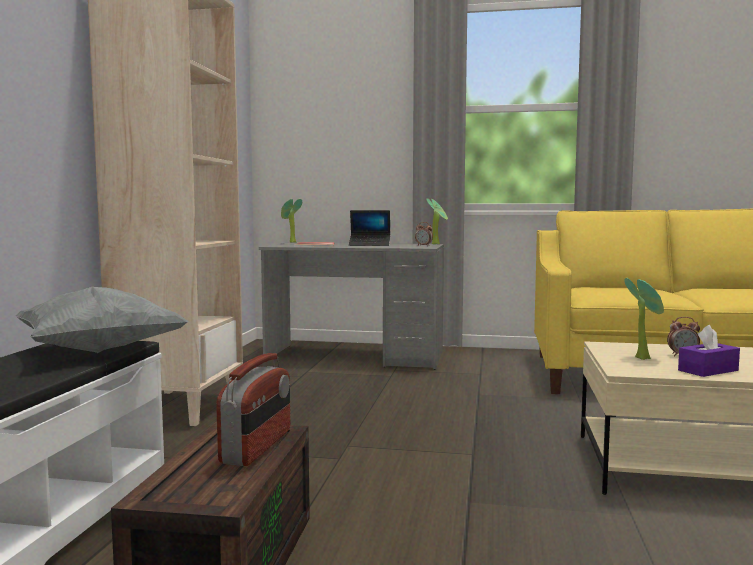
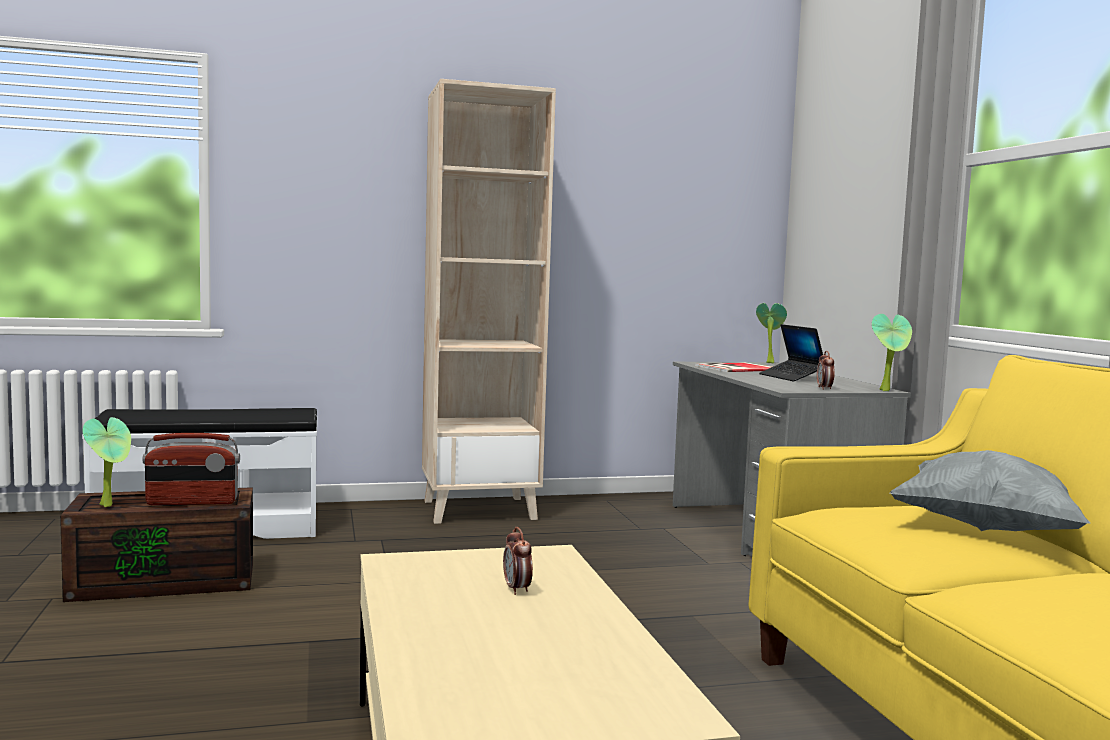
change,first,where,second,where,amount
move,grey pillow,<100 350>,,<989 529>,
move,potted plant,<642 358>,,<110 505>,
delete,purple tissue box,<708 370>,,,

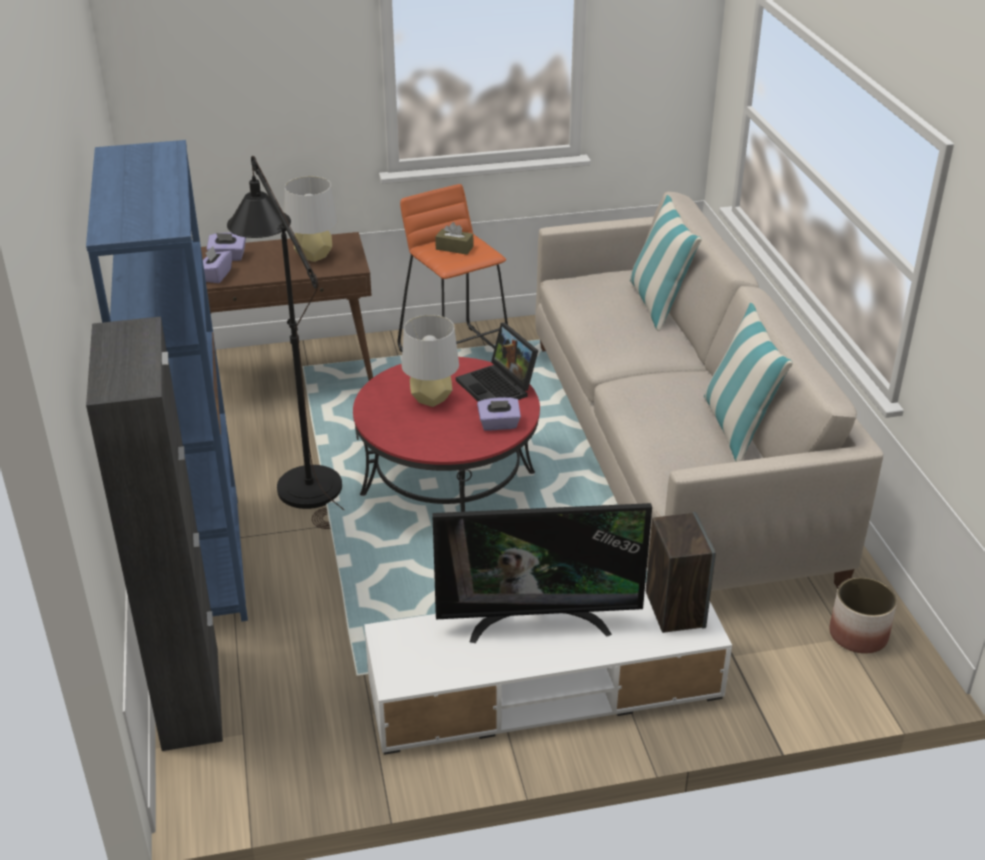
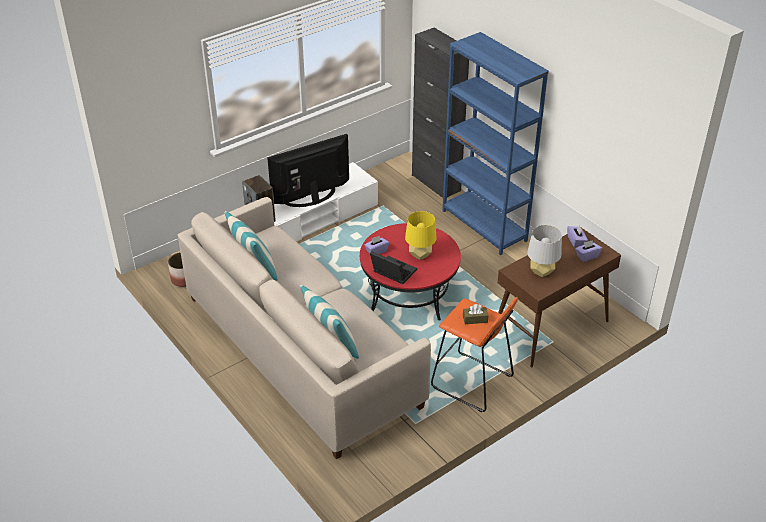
change,first,where,second,where,amount
delete,black floor lamp,<303 478>,,,
recolor,grey table lamp,<431 399>,yellow table lamp,<420 255>,

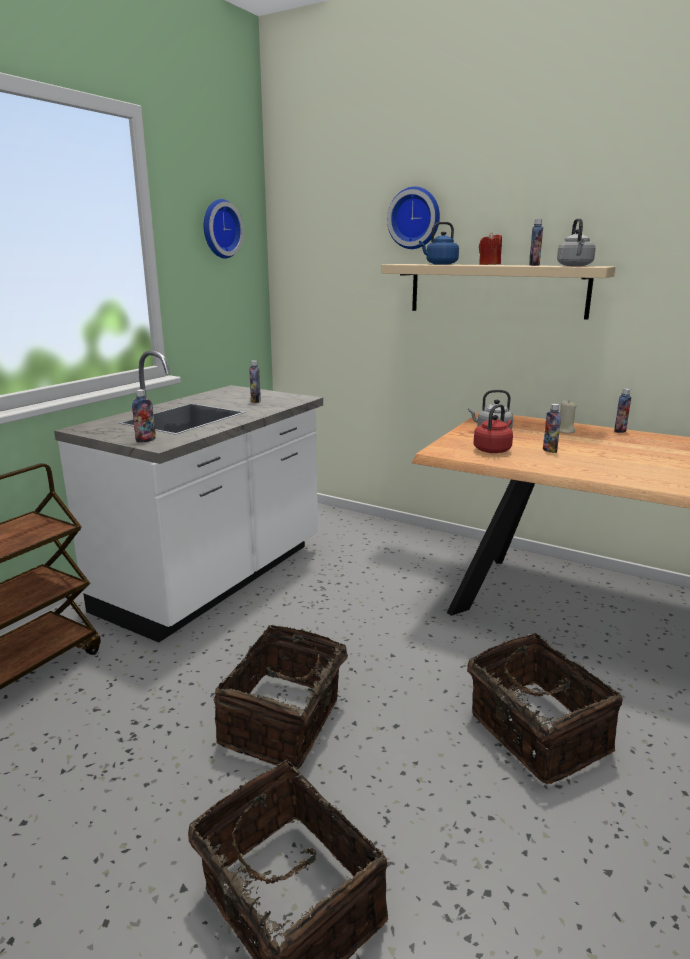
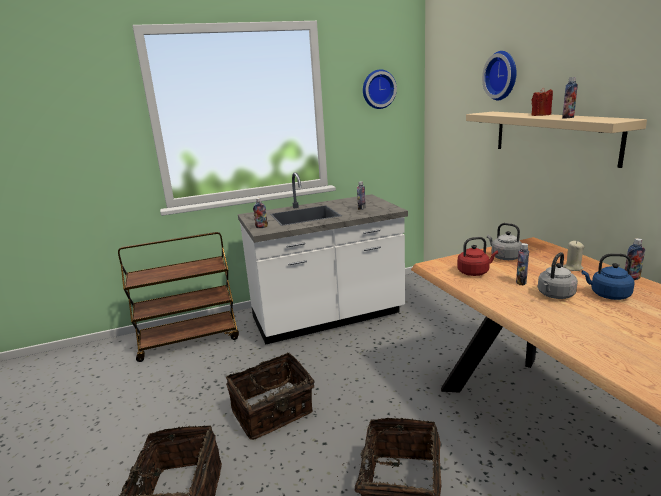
change,first,where,second,where,amount
move,blue kettle,<440 264>,,<608 295>,
move,grey kettle,<575 266>,,<555 295>,

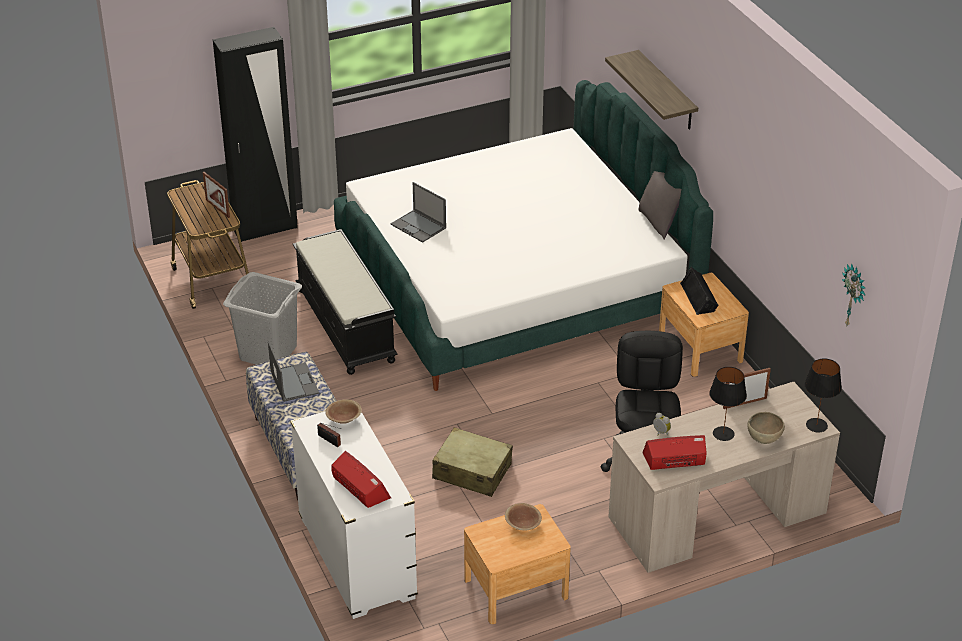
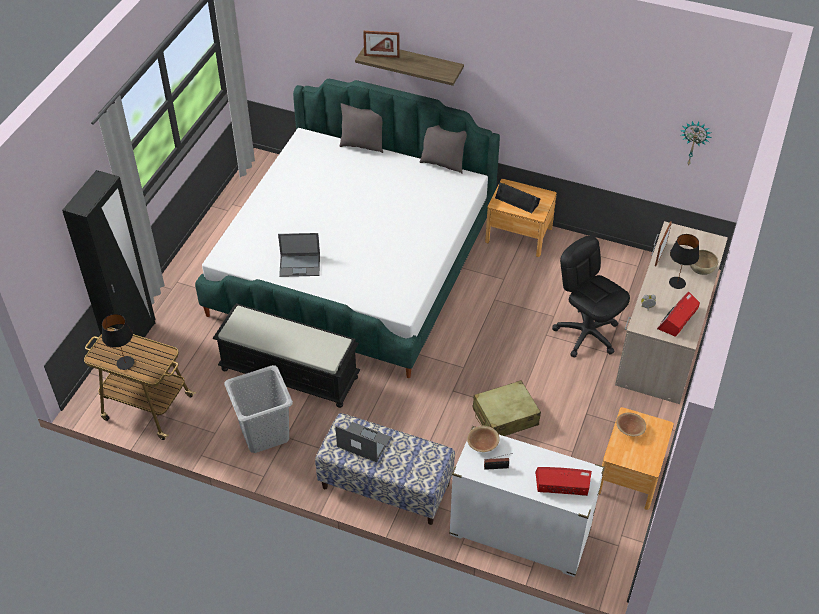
change,first,where,second,where,amount
move,picture frame,<217 208>,,<381 56>,
move,black table lamp,<817 425>,,<125 363>,
insert,,,grey pillow,<362 145>,

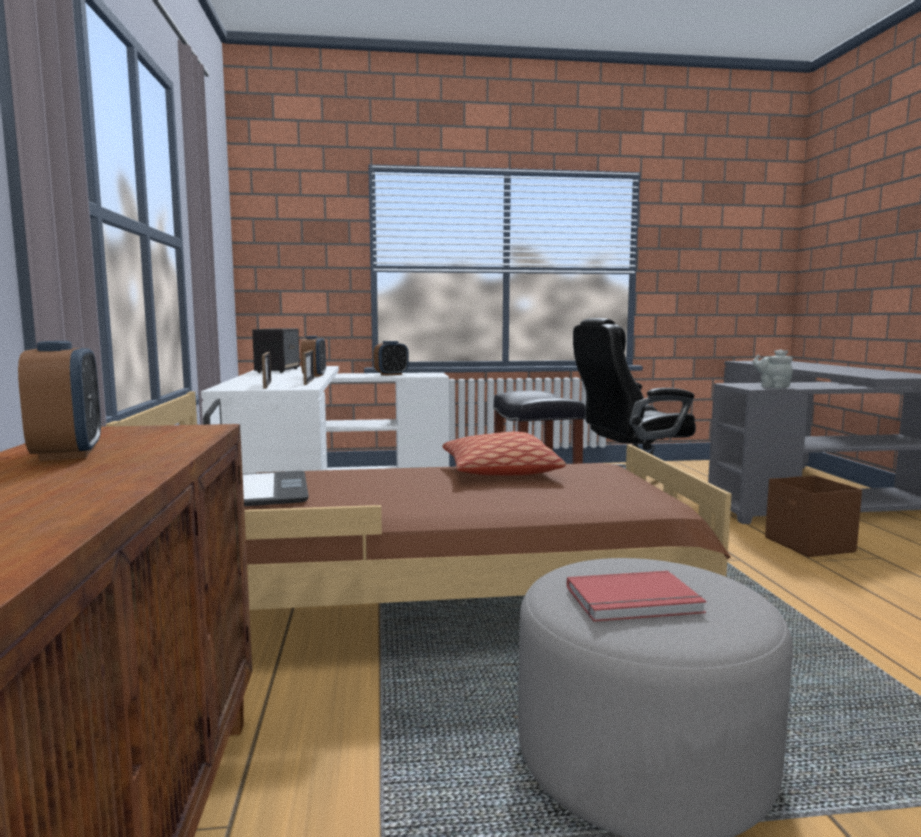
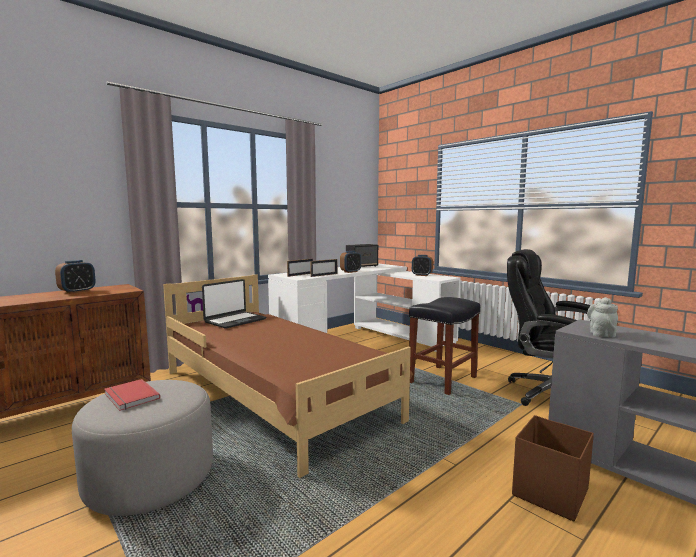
change,first,where,second,where,amount
delete,pillow,<500 472>,,,

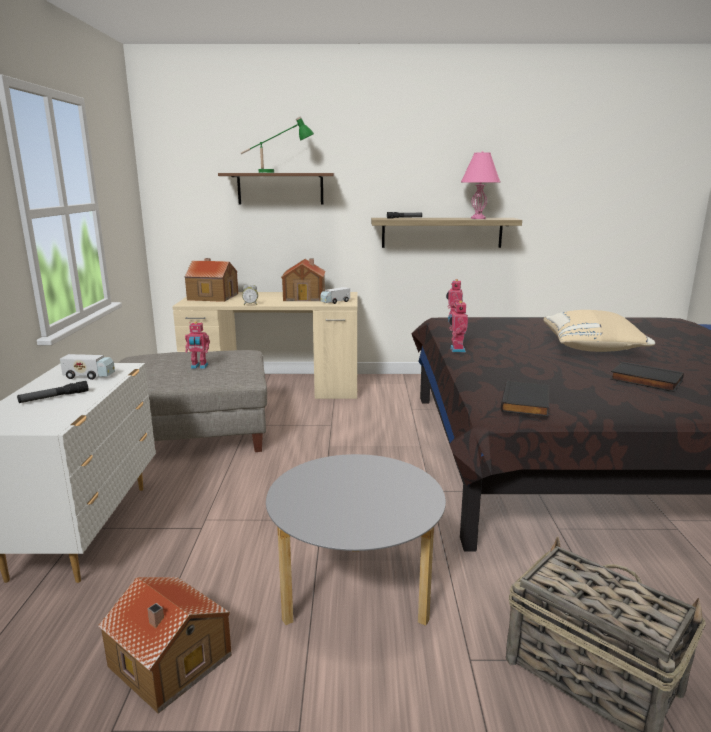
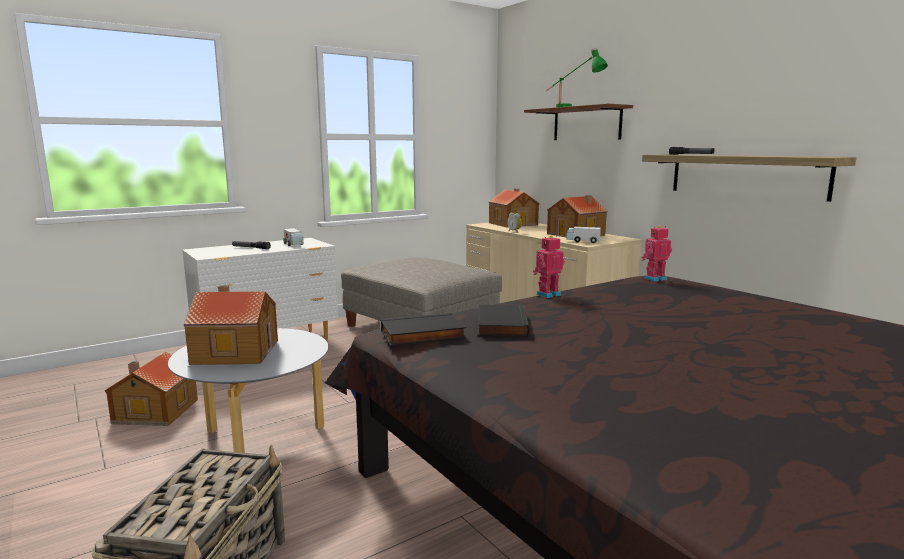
change,first,where,second,where,amount
delete,toy robot,<199 367>,,,
delete,pink table lamp,<477 218>,,,
delete,beige pillow,<592 349>,,,
move,black book,<645 381>,,<500 325>,
insert,,,toy house,<235 351>,

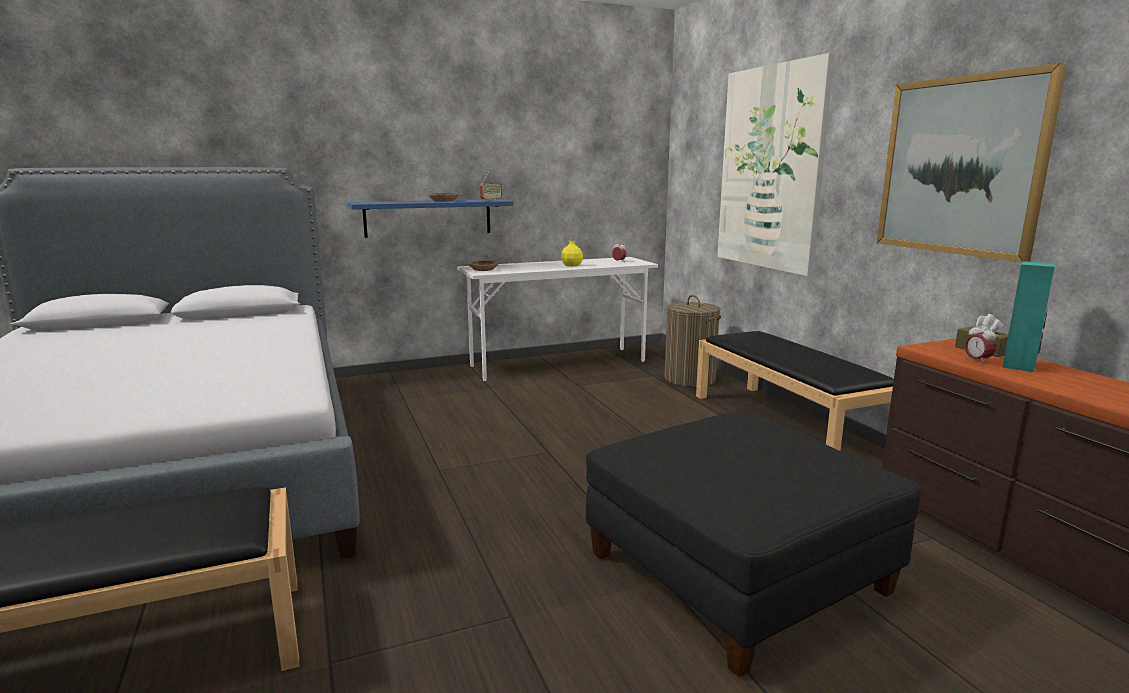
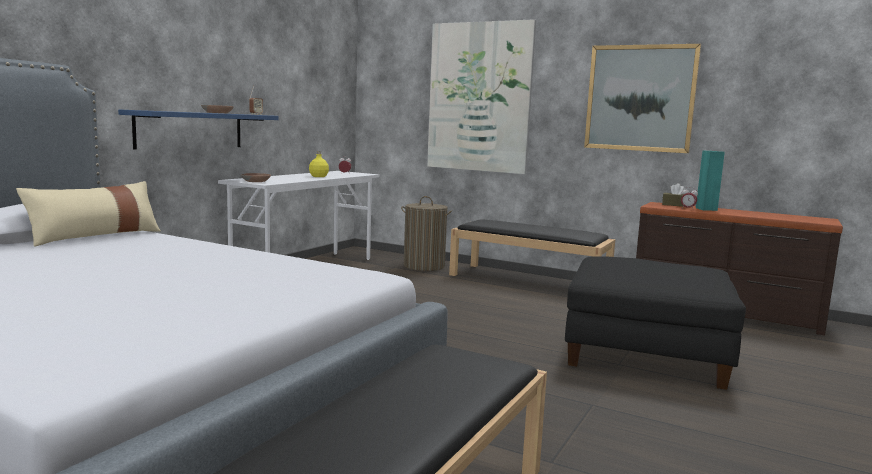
change,first,where,second,where,amount
insert,,,beige pillow,<95 236>,

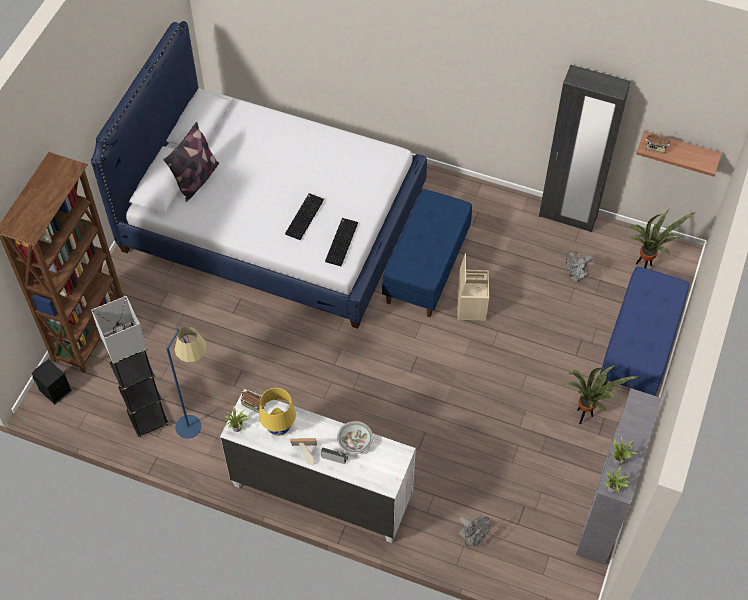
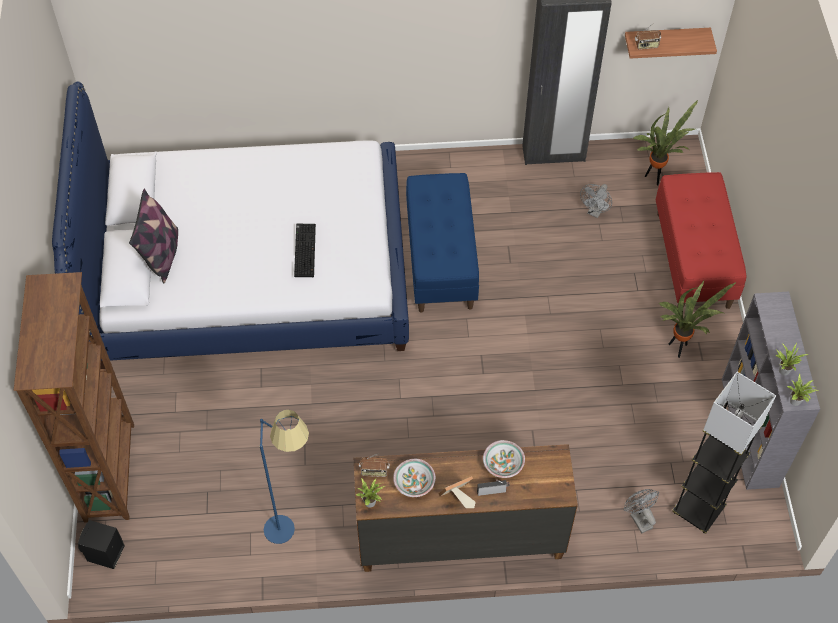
change,first,where,second,where,amount
move,grey floor lamp,<148 419>,,<698 510>,
recolor,white dresser,<321 491>,brown dresser,<459 537>,
replace,yellow table lamp,<279 426>,bowl,<414 482>,
delete,keyboard,<341 241>,,,
delete,beige storage box,<470 305>,,,
rotate,grey fan,<472 539>,,<638 518>,135 degrees counterclockwise
recolor,blue bench,<639 348>,red bench,<693 260>,

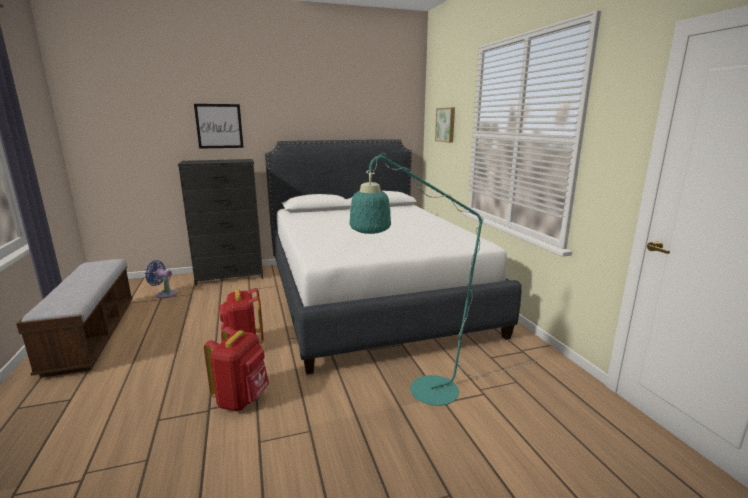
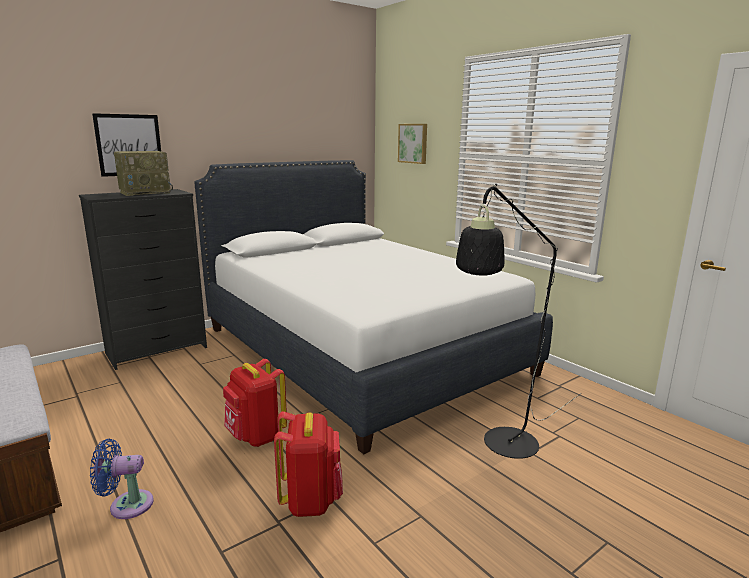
change,first,where,second,where,amount
move,blue fan,<164 294>,,<127 505>,
recolor,turquoise floor lamp,<422 393>,black floor lamp,<503 448>,
insert,,,radio,<146 192>,

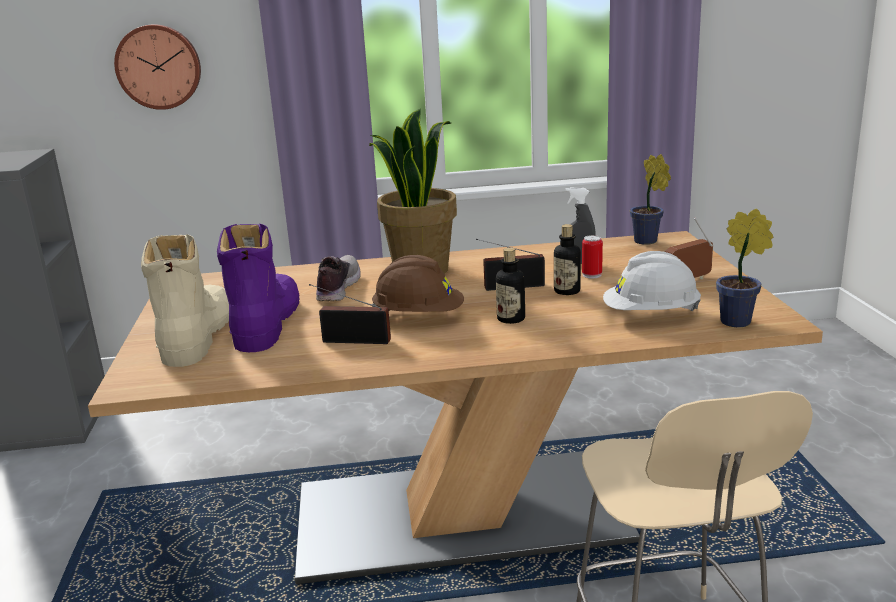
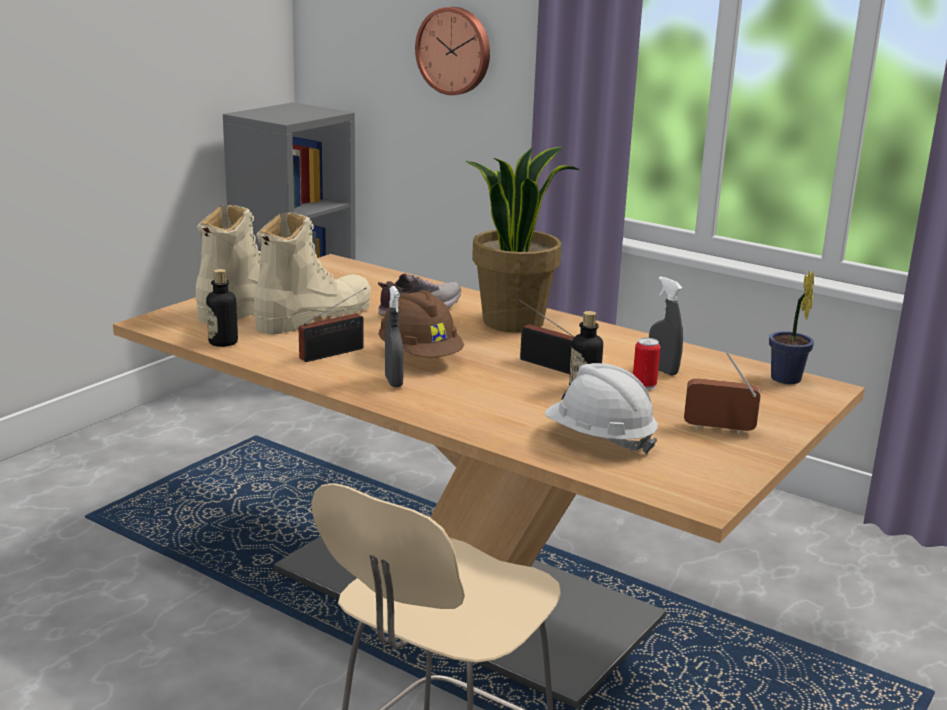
change,first,where,second,where,amount
recolor,purple boot,<266 323>,beige boot,<313 316>,
rotate,radio,<353 340>,,<335 353>,90 degrees clockwise
move,bottle,<511 319>,,<223 342>,
delete,potted plant,<740 322>,,,
insert,,,grey spray bottle,<393 382>,

